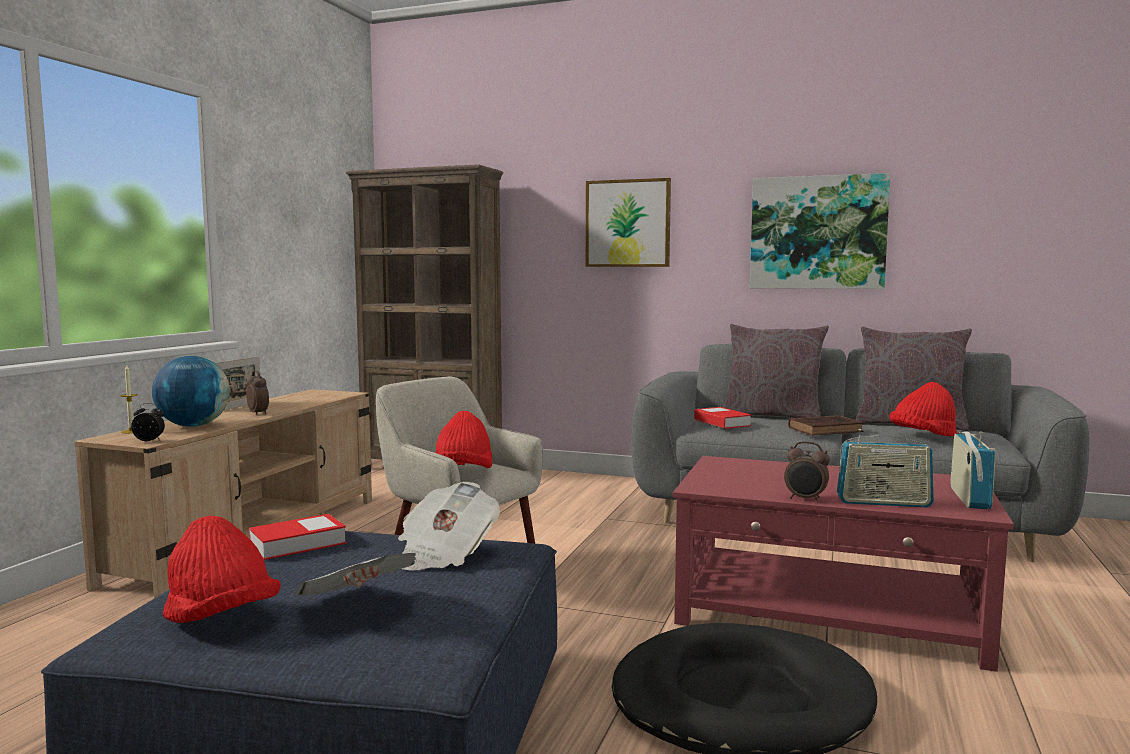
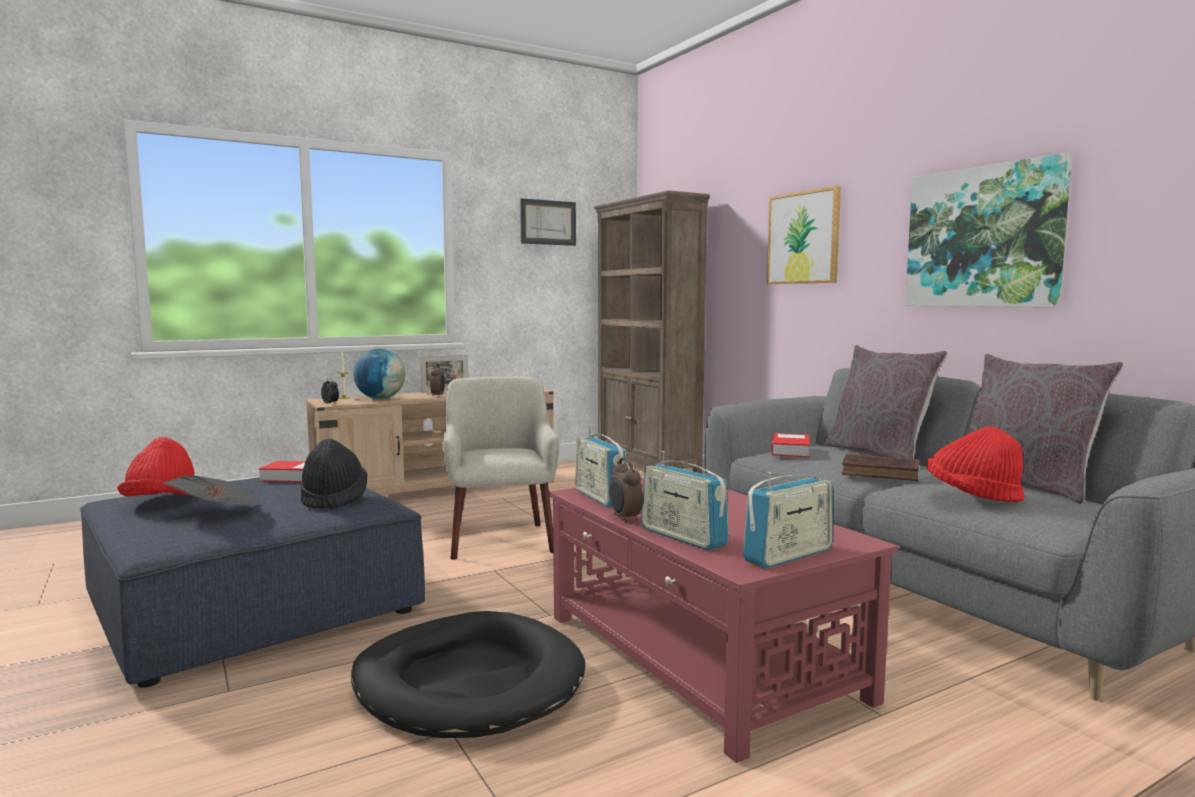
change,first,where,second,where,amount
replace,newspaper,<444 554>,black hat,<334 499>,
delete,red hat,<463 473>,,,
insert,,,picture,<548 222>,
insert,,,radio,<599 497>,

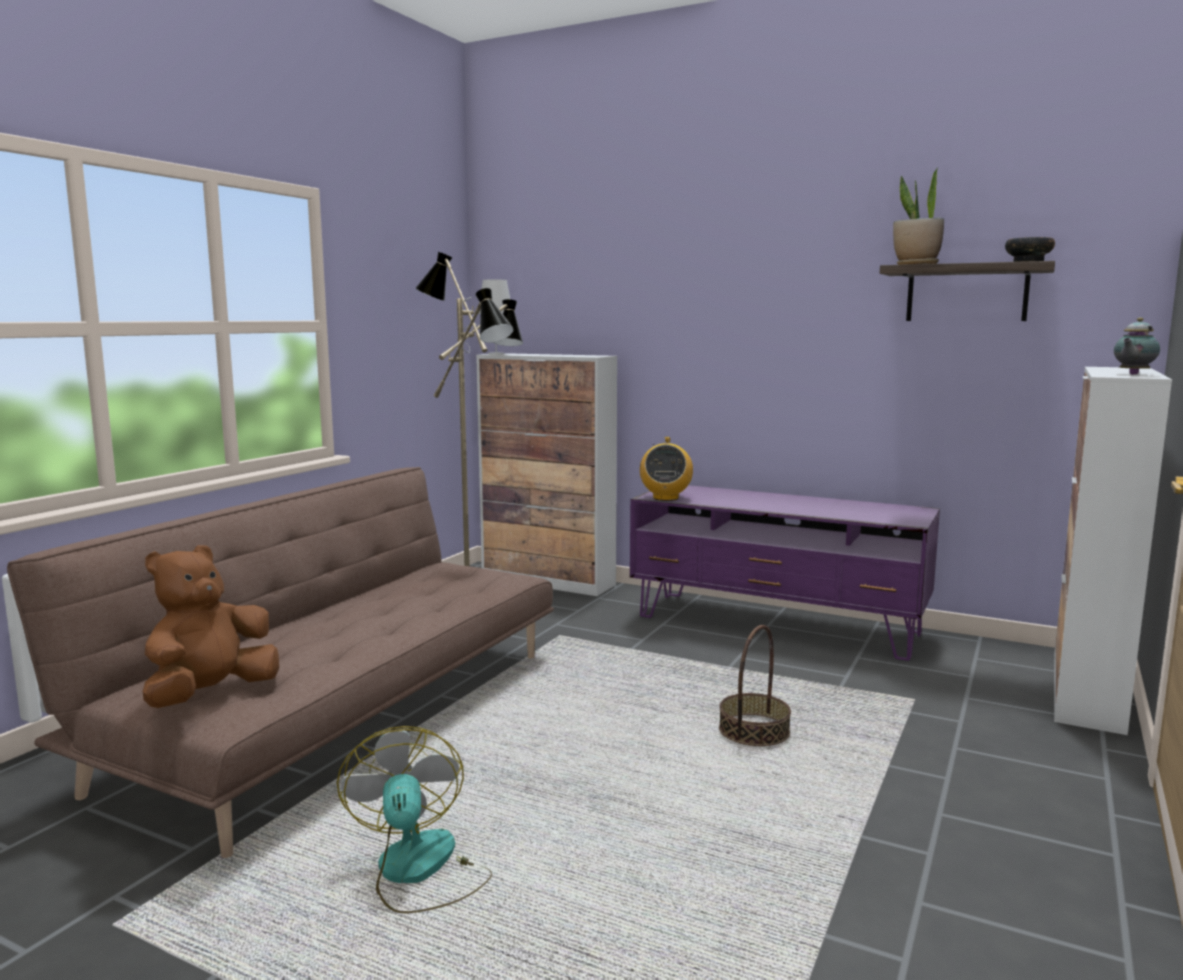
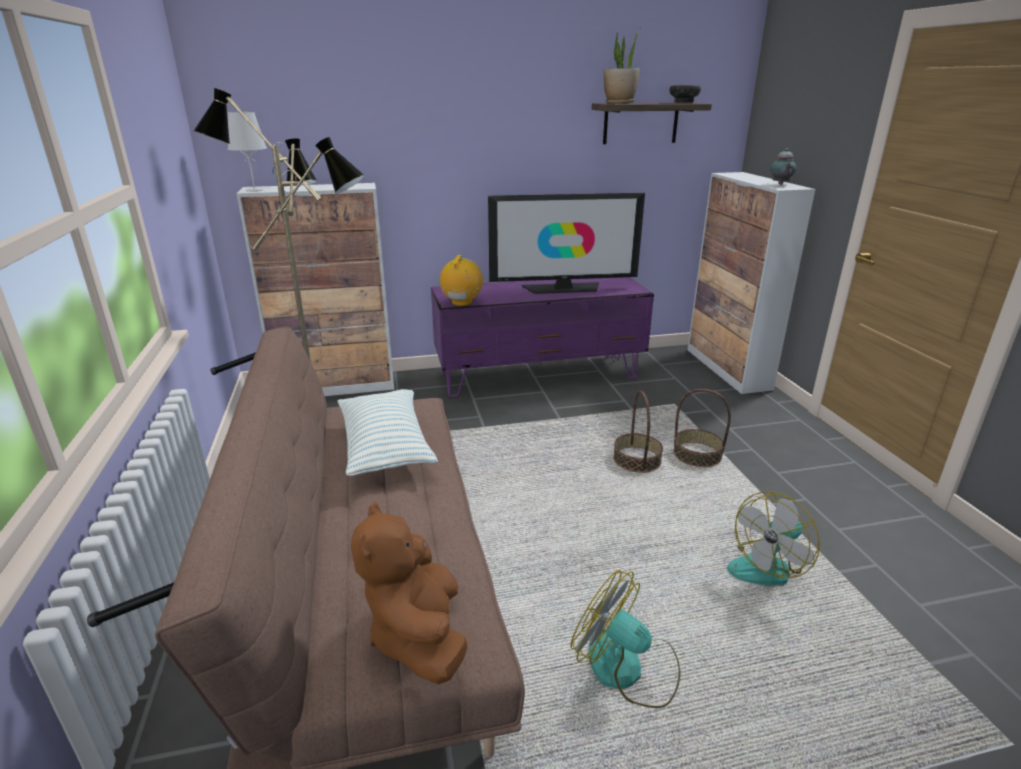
change,first,where,second,where,amount
rotate,radio,<665 498>,,<462 303>,135 degrees counterclockwise
insert,,,pillow,<385 447>,
insert,,,television,<563 288>,
insert,,,basket,<697 454>,
insert,,,fan,<767 565>,

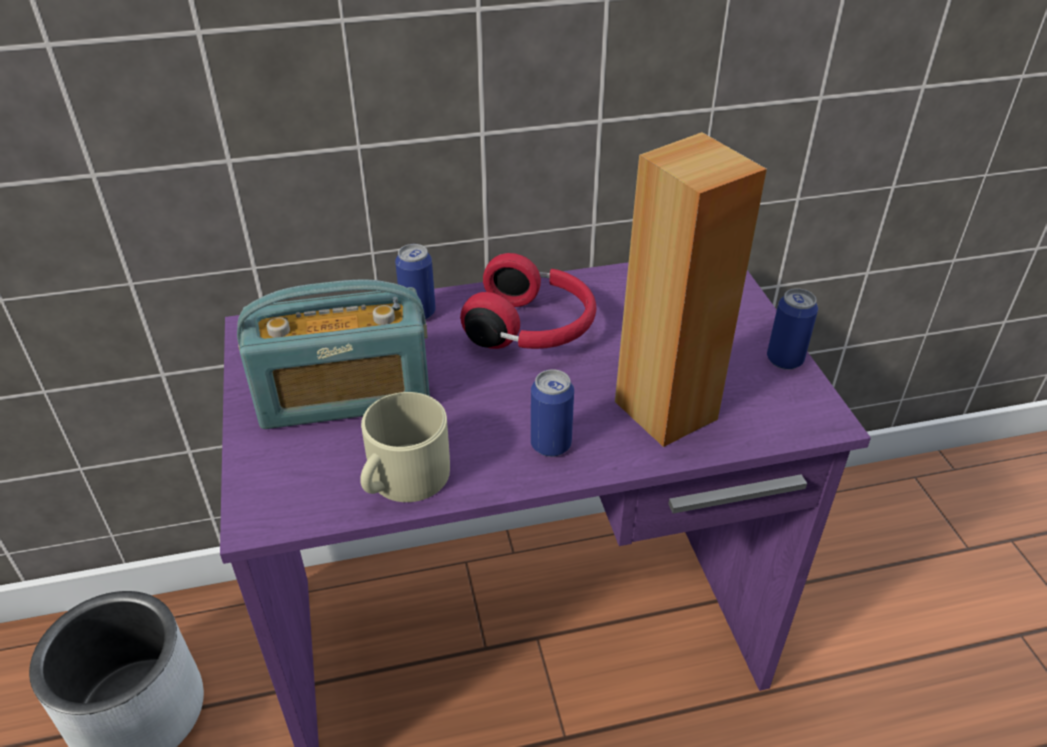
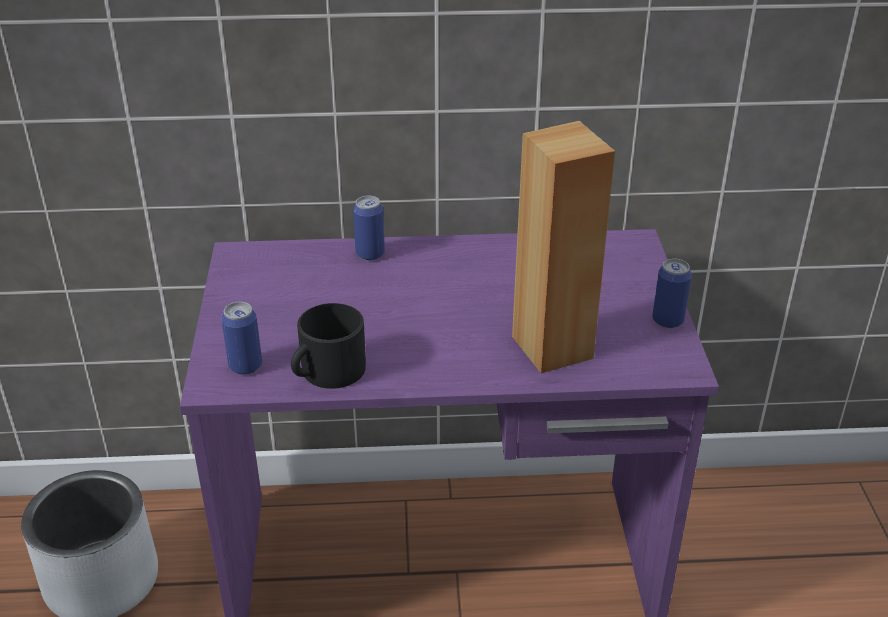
change,first,where,second,where,amount
delete,radio,<345 396>,,,
recolor,beige mug,<402 478>,black mug,<327 372>,
delete,red headphones,<532 329>,,,
move,can,<551 444>,,<245 366>,

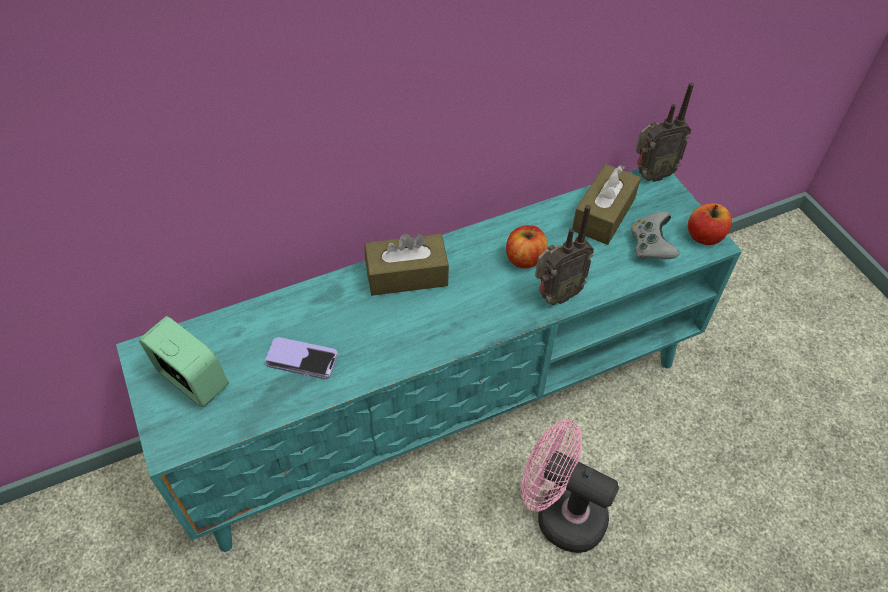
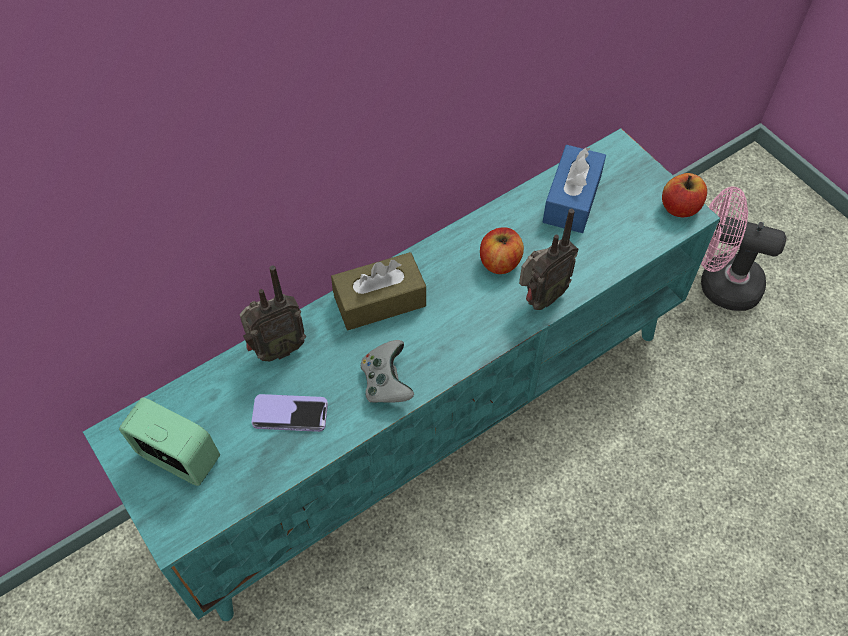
change,first,where,second,where,amount
move,pink fan,<560 513>,,<719 283>,
recolor,brown tissue box,<603 214>,blue tissue box,<572 199>,
move,grey game controller,<650 247>,,<386 382>,
move,radio,<650 175>,,<276 349>,

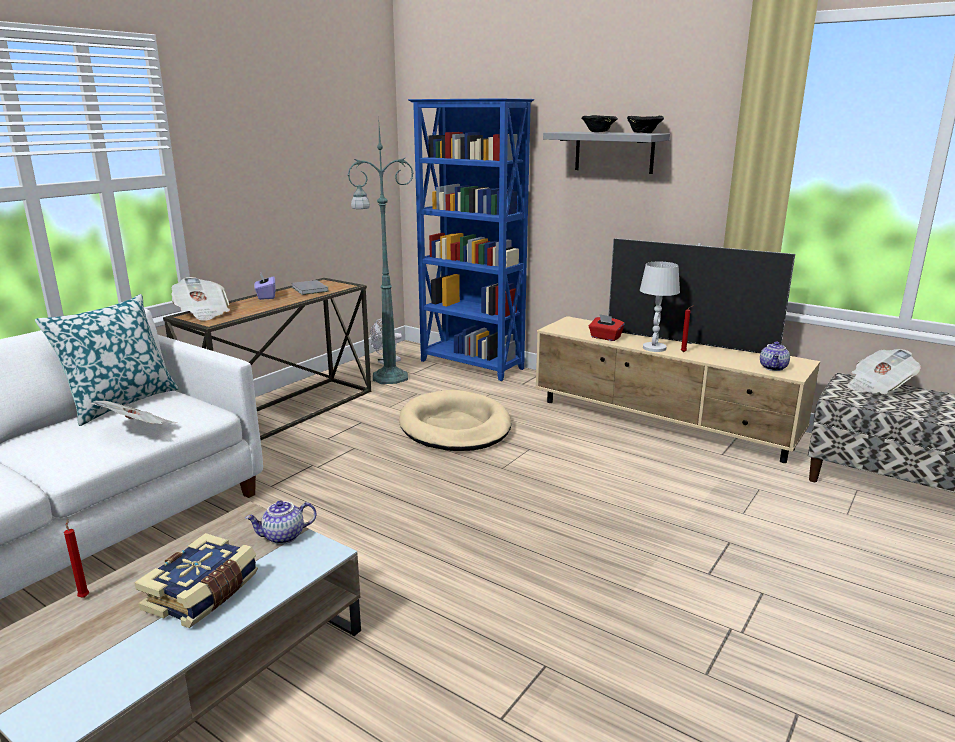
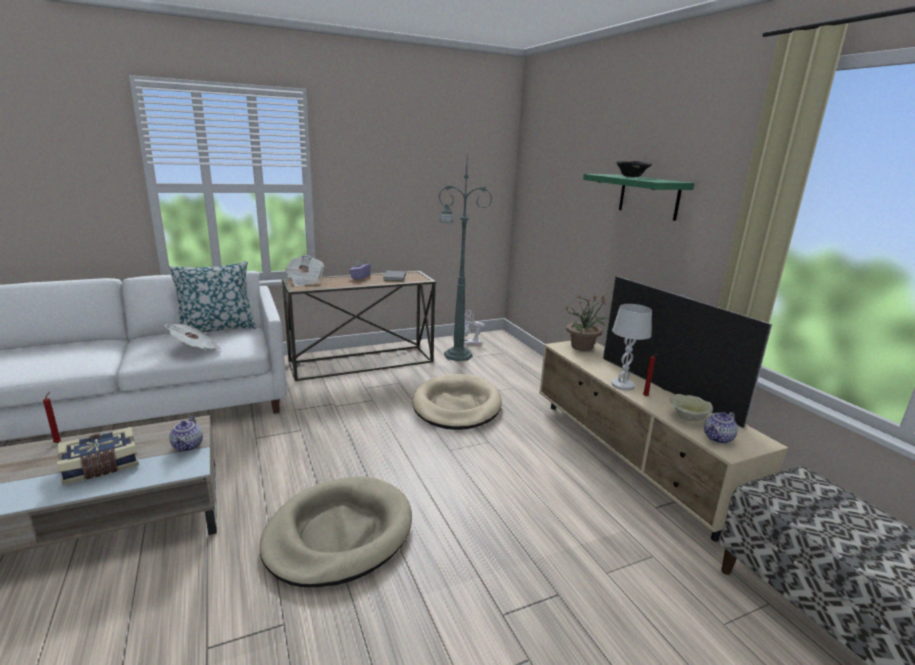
change,first,where,second,where,amount
rotate,teapot,<283 537>,,<188 446>,105 degrees counterclockwise
delete,blue bookcase,<471 365>,,,
recolor,grey shelf,<614 152>,green shelf,<649 196>,
delete,red tissue box,<605 337>,,,
delete,black bowl,<644 133>,,,
delete,newspaper,<877 387>,,,
insert,,,beige dog bed,<338 534>,
insert,,,potted plant,<582 347>,
insert,,,beige bowl,<687 417>,

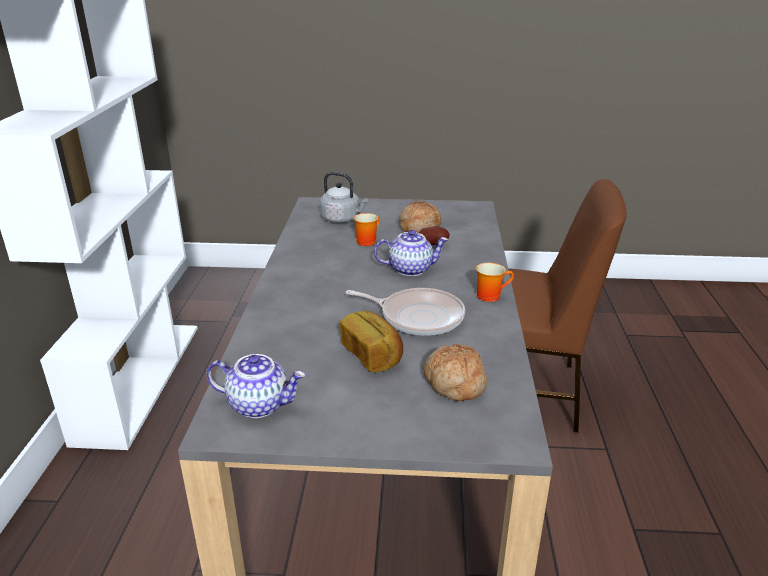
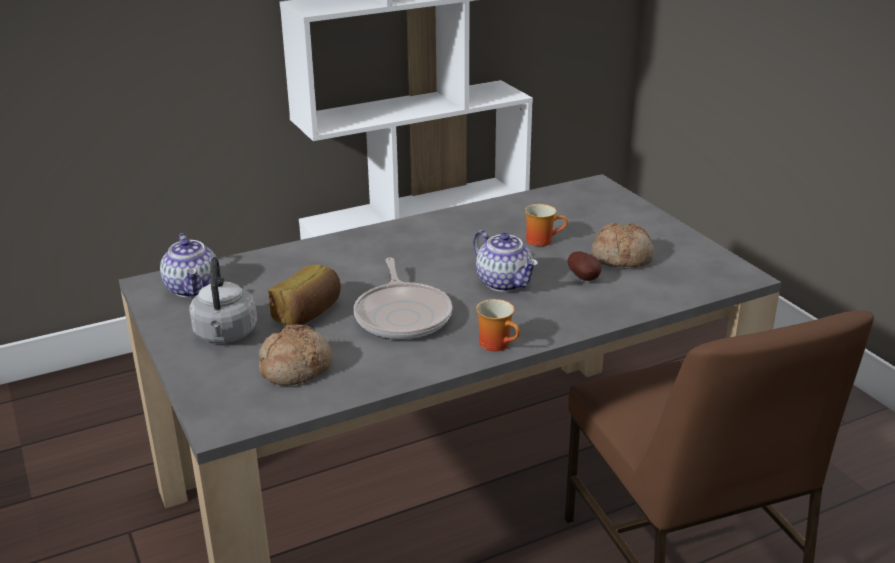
change,first,where,second,where,amount
move,grey kettle,<342 219>,,<225 335>,

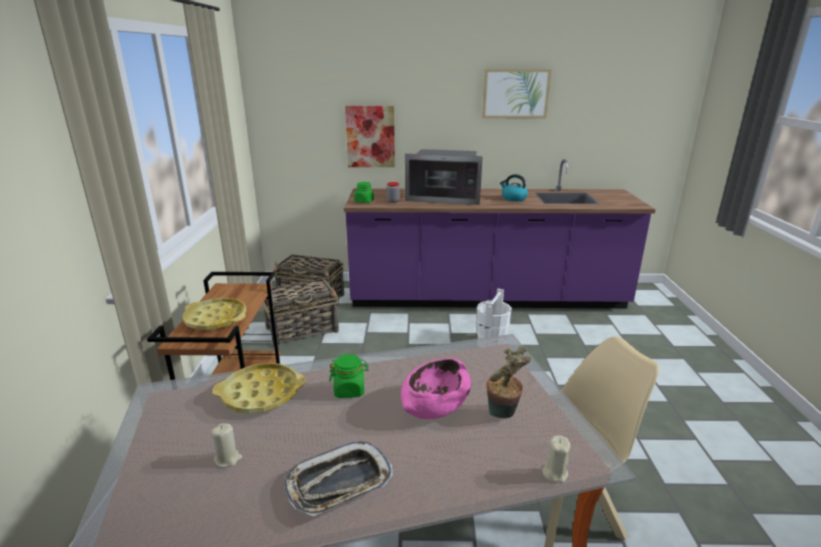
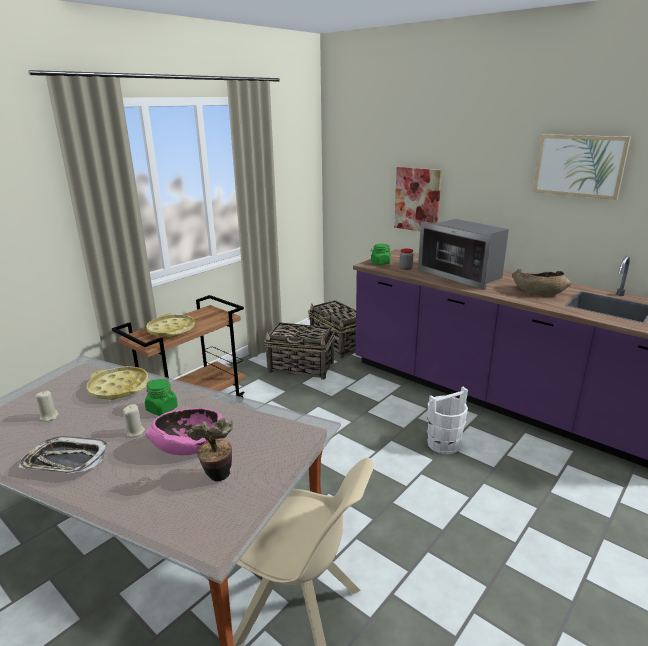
change,first,where,second,where,amount
replace,kettle,<513 198>,brown bowl,<538 292>,
move,beige candle,<554 473>,,<135 432>,

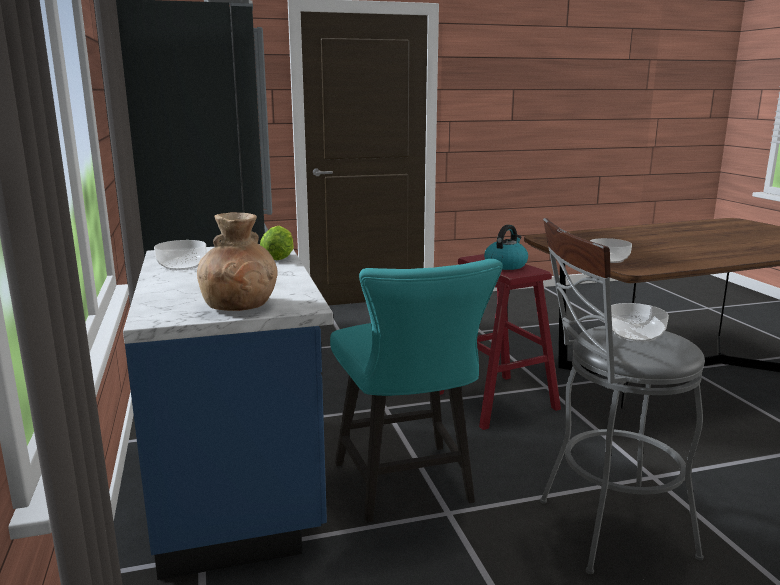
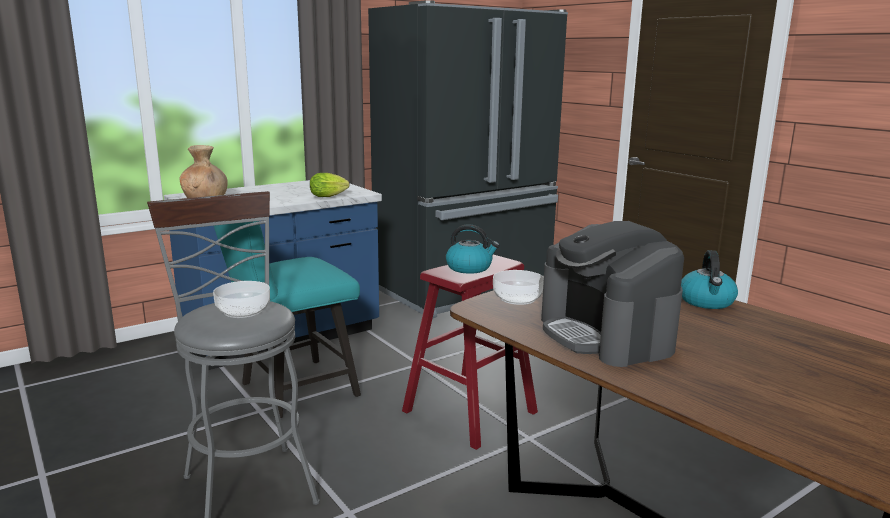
change,first,where,second,where,amount
delete,bowl,<181 266>,,,
insert,,,coffee machine,<606 334>,
insert,,,kettle,<707 302>,

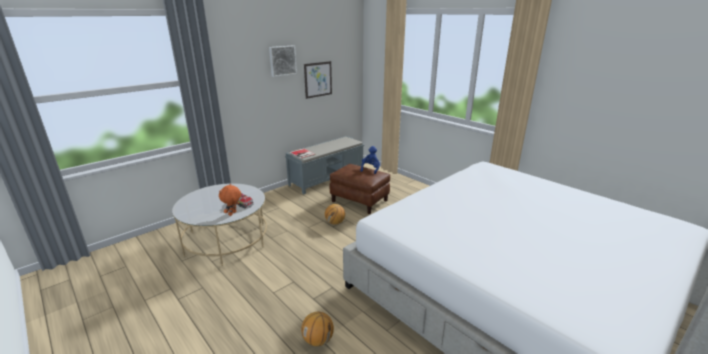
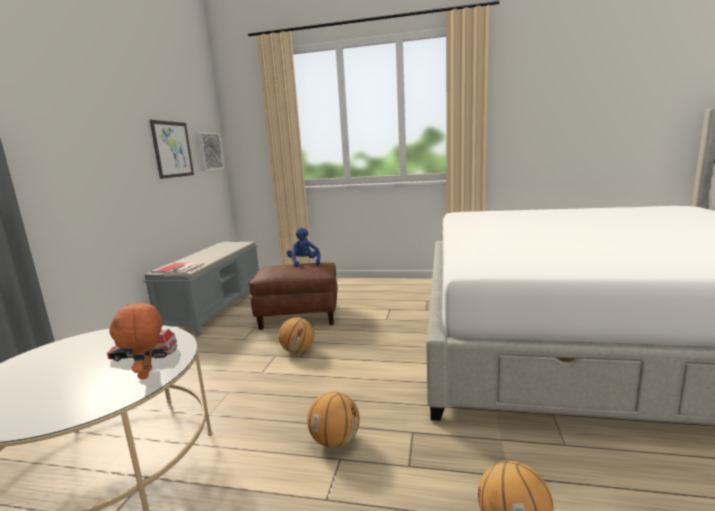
change,first,where,second,where,amount
move,picture,<282 60>,,<209 151>,
insert,,,basketball,<335 441>,

